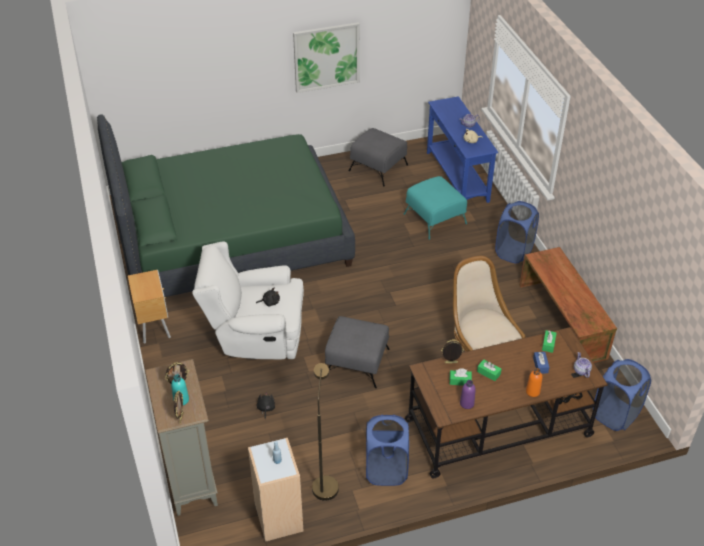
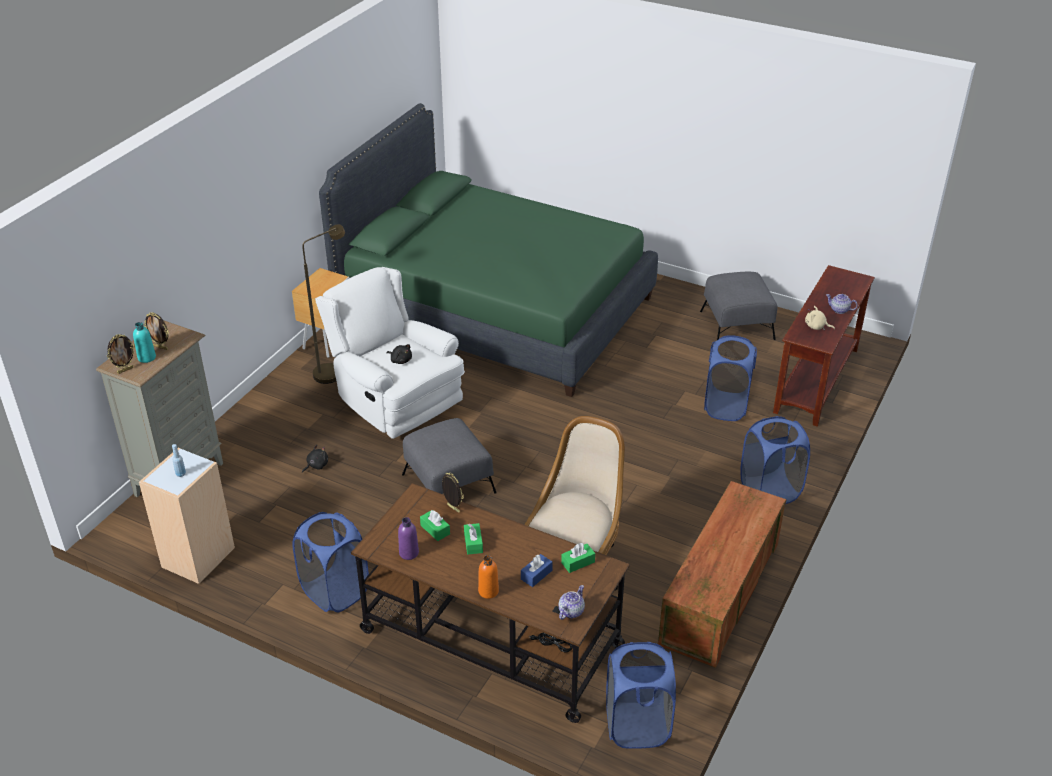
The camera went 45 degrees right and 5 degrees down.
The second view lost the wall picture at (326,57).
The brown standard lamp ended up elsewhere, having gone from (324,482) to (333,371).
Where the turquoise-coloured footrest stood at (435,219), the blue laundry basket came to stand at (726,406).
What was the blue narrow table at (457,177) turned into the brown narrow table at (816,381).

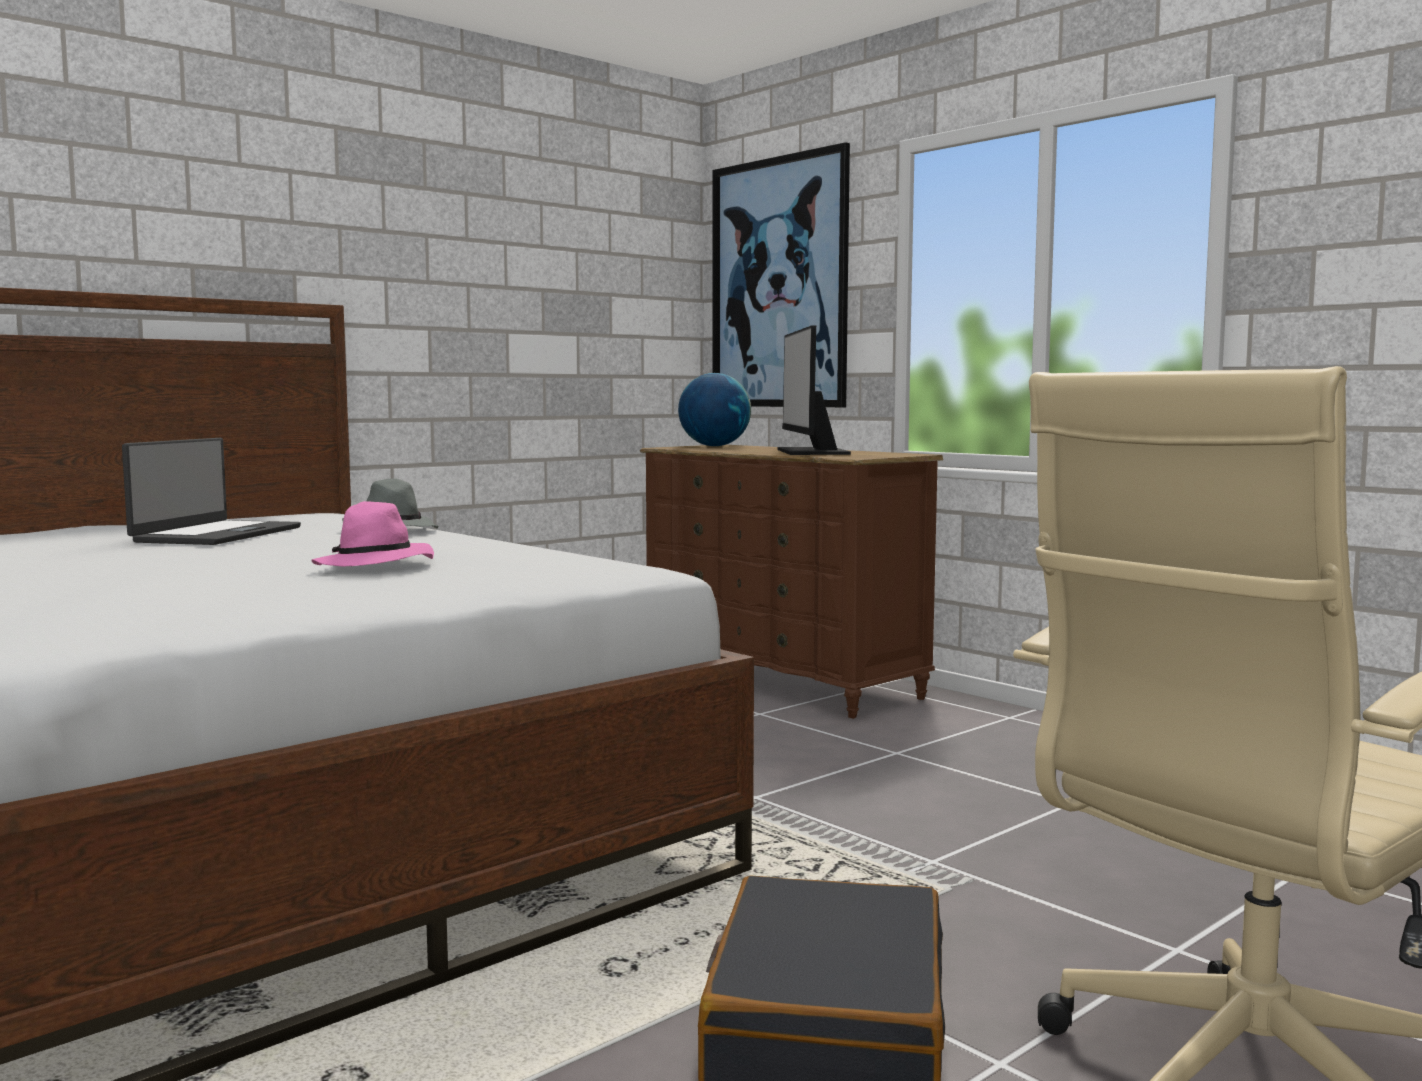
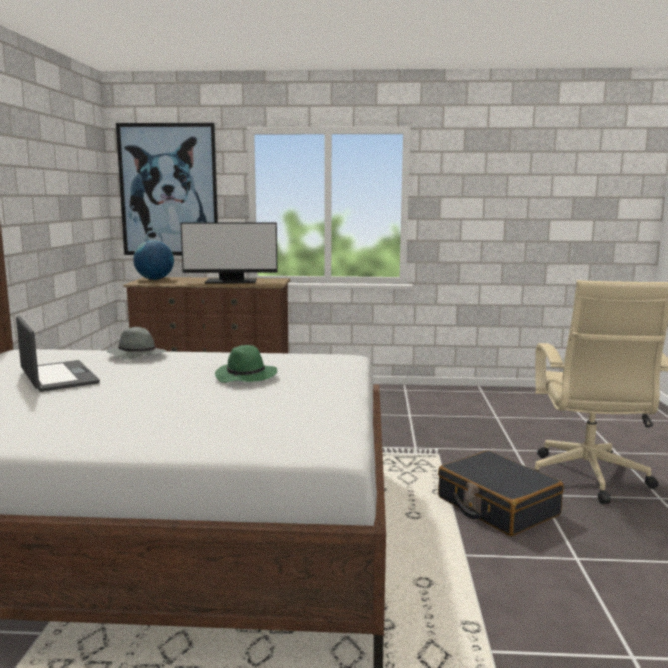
The camera went 45 degrees left and 5 degrees up.
What was the pink wearable hat at (375,565) turned into the green wearable hat at (246,377).
The monitor at (810,452) ended up facing another way, 45 degrees counterclockwise from before.

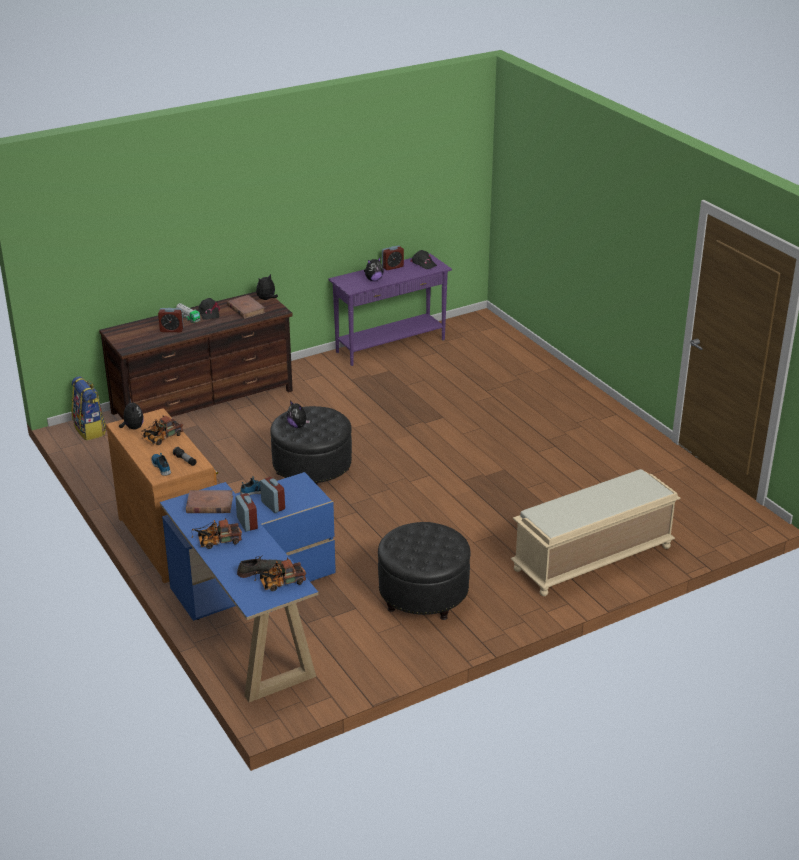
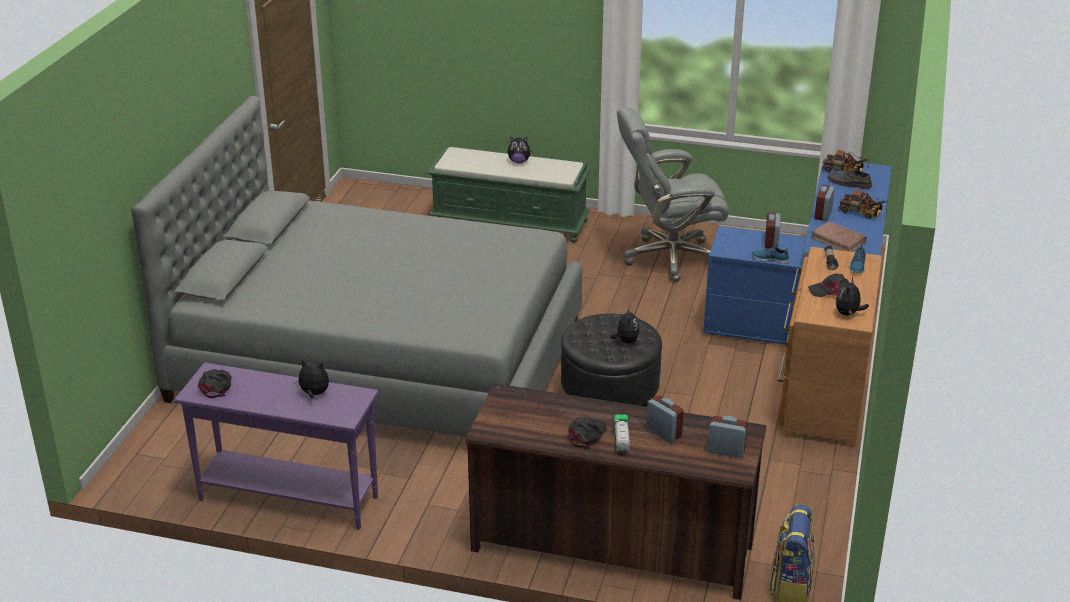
The camera went 135 degrees left and 0 degrees up.
Where the toy truck stood at (161,438), the blackish baseball cap came to stand at (830,291).
The second view lost the brown book at (246,309).
The soft toy ended up elsewhere, having gone from (266,299) to (519,161).
Where the blackish footrest stood at (423,596), the grey office chair came to stand at (668,258).
The table clock ended up elsewhere, having gone from (392,267) to (726,451).
What was the sand-coloured bench at (592,559) turned into the green bench at (511,221).
The second view gained the grey bedroom bed at (378,358).

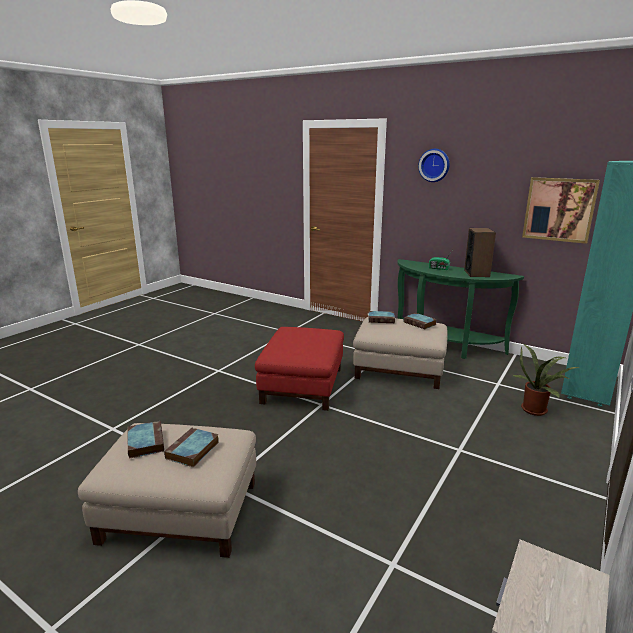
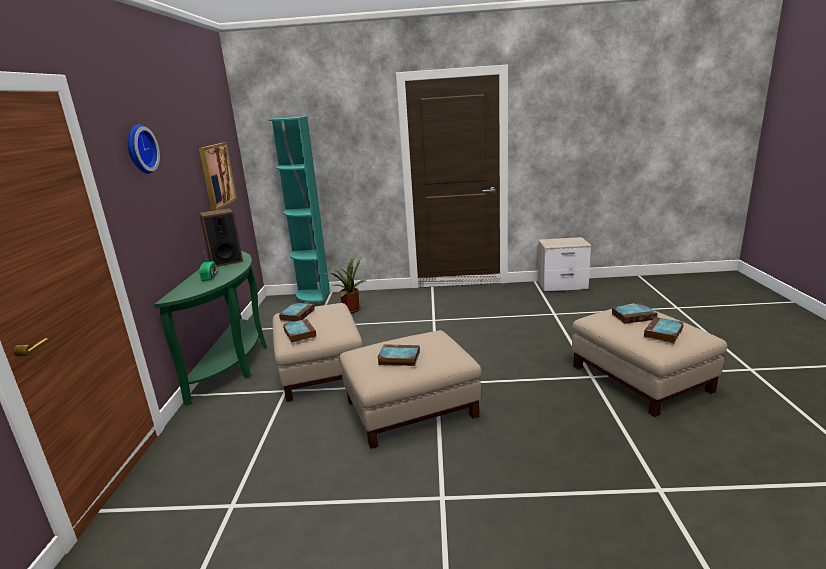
The camera went 120 degrees left and 0 degrees up.
What was the reddish footrest at (303,385) turned into the sand-coloured footrest at (411,408).
The second view gained the book at (398,358).

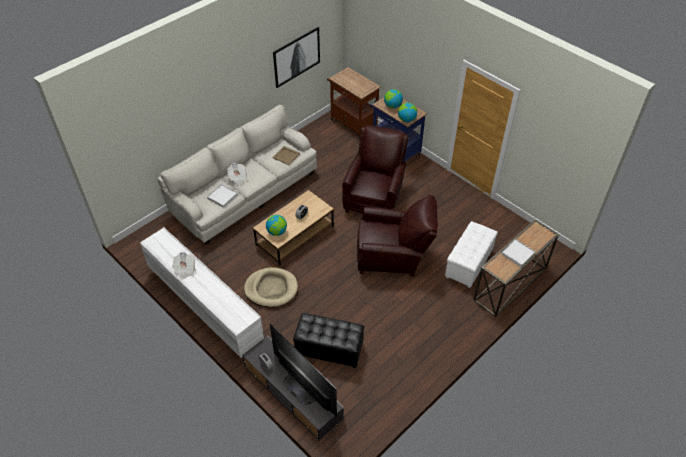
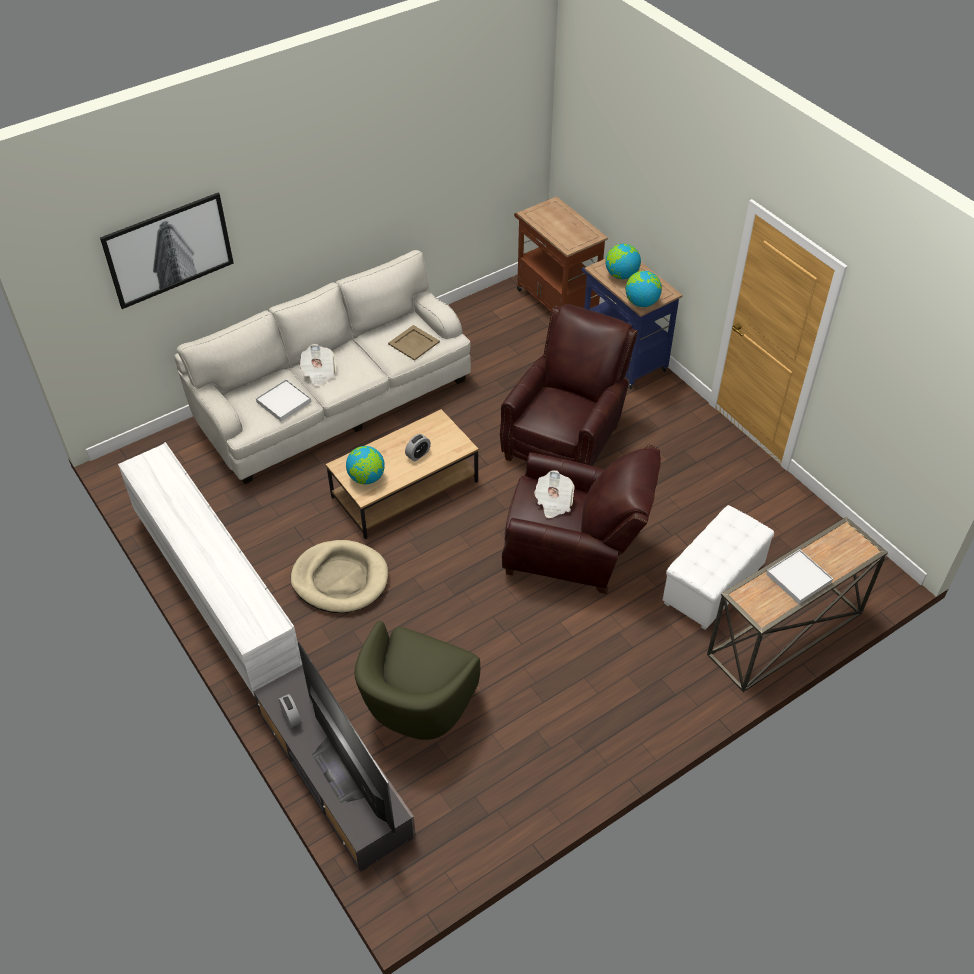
The camera went 10 degrees right and 0 degrees up.
The newspaper ended up elsewhere, having gone from (185,270) to (553,502).
The wall picture ended up elsewhere, having gone from (296,56) to (168,249).
Where the blackish footrest stood at (329,350), the green armchair came to stand at (418,707).

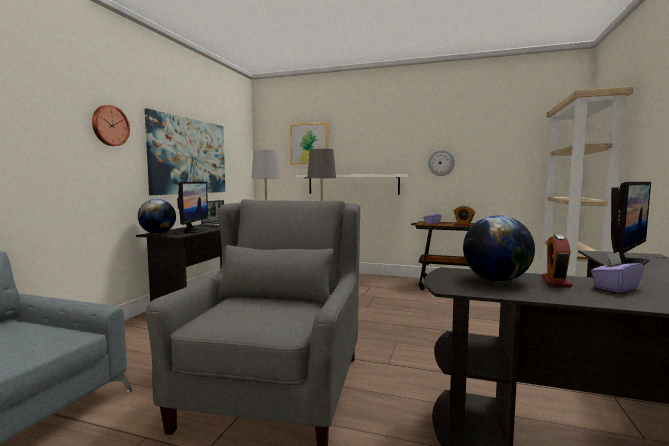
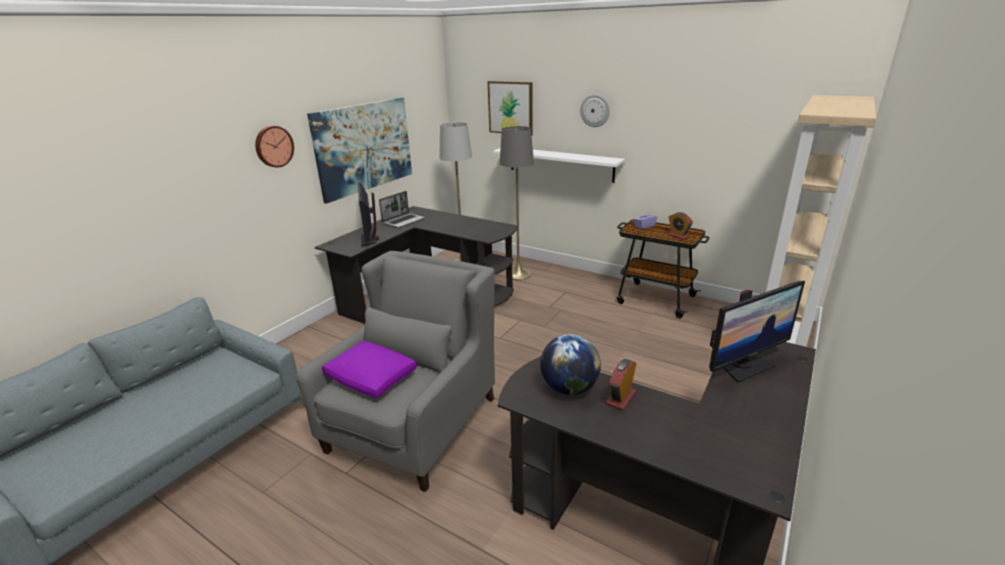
The camera went 15 degrees right and 20 degrees up.
The second view lost the world globe at (158,233).
The monitor at (194,231) ended up facing another way, 150 degrees clockwise from before.
The clock on the wall ended up elsewhere, having gone from (441,163) to (595,110).
The second view lost the purple-coloured tissue holder at (615,288).
The second view gained the purple-coloured cushion at (372,378).

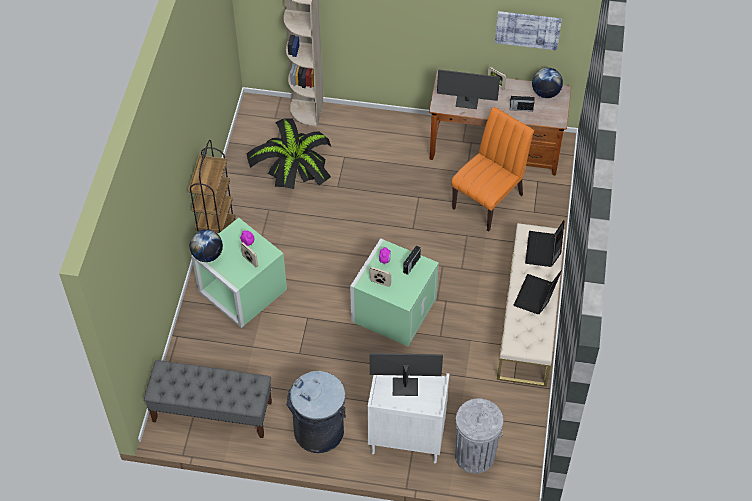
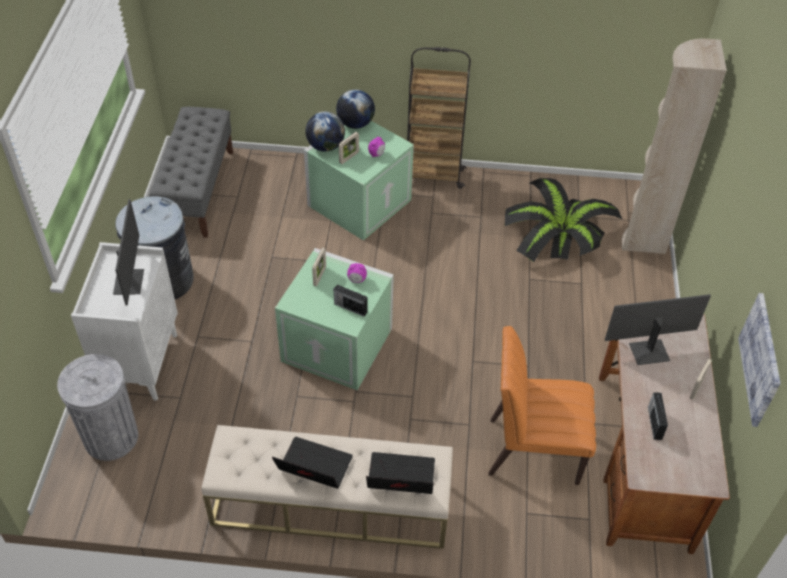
The camera went 85 degrees right and 5 degrees down.
The monitor at (467,102) ended up facing another way, 75 degrees clockwise from before.
The orangey upright chair at (487,202) ended up facing another way, 150 degrees clockwise from before.
The world globe ended up elsewhere, having gone from (545,93) to (325,146).

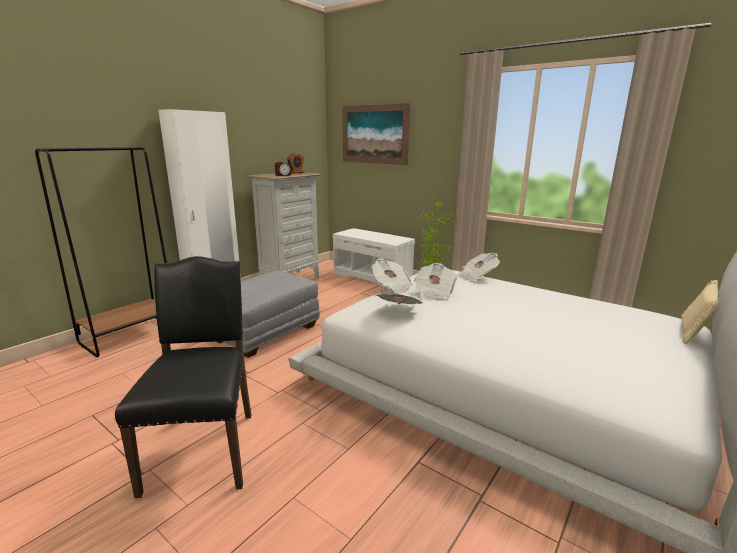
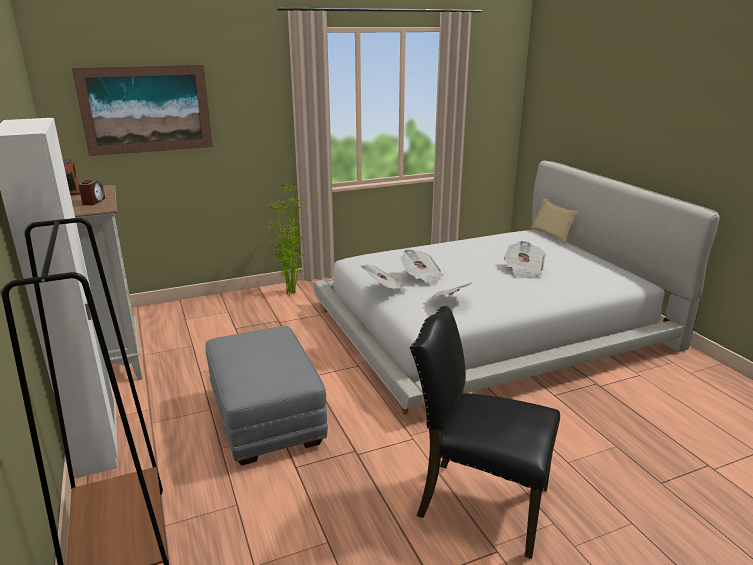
The camera went 60 degrees left and 5 degrees up.
The second view lost the whitish bench at (373,276).
The newspaper ended up elsewhere, having gone from (476,276) to (523,270).

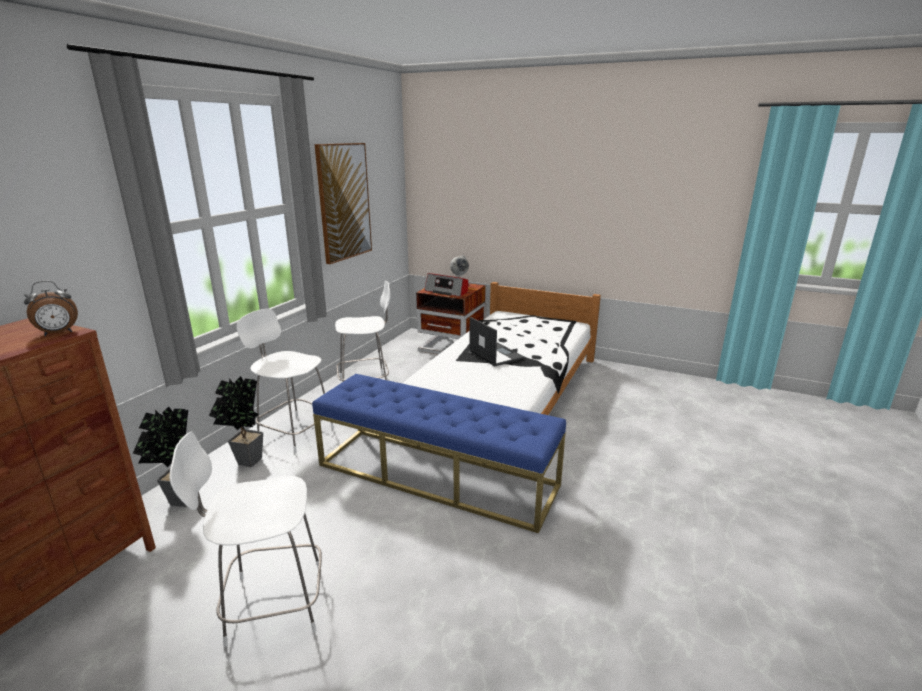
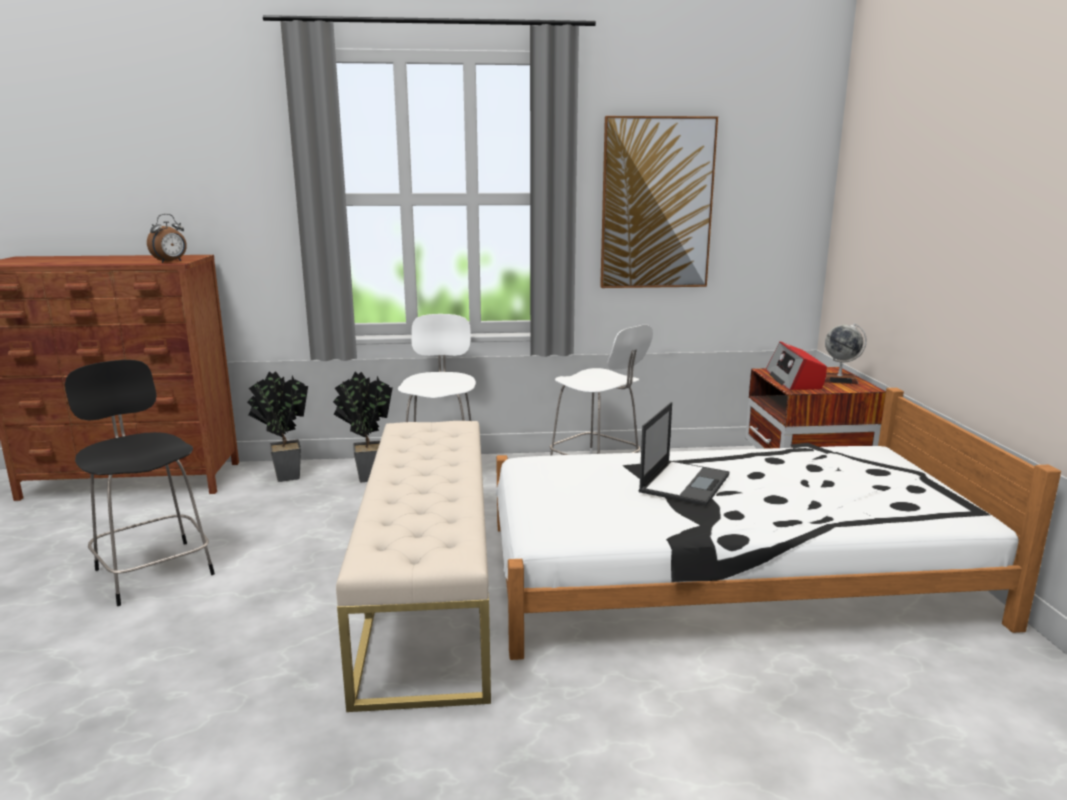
The camera went 60 degrees right and 5 degrees down.
The table clock at (58,333) ended up facing another way, 75 degrees counterclockwise from before.
What was the whitish upright chair at (271,603) turned into the blackish upright chair at (153,570).
What was the blue bench at (437,475) turned into the sand-coloured bench at (429,586).

